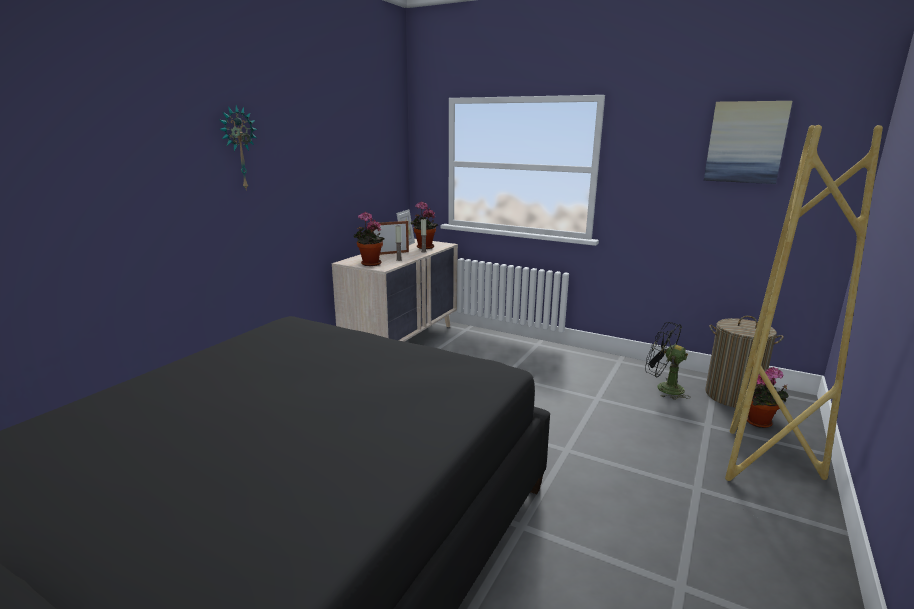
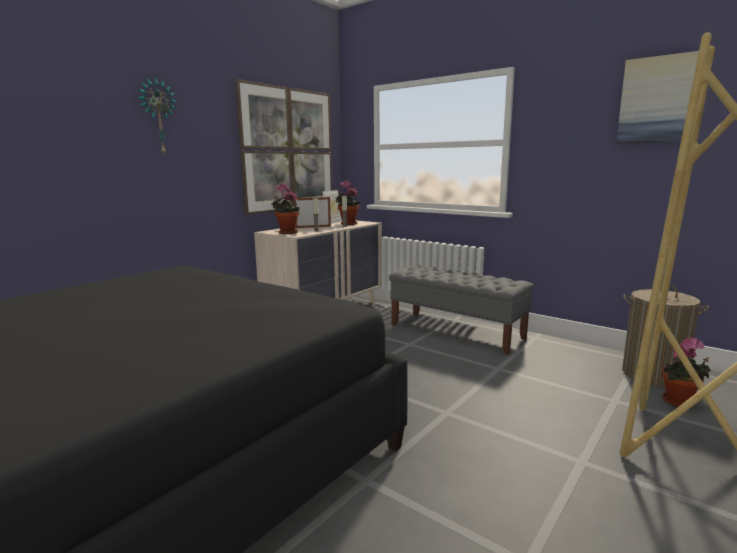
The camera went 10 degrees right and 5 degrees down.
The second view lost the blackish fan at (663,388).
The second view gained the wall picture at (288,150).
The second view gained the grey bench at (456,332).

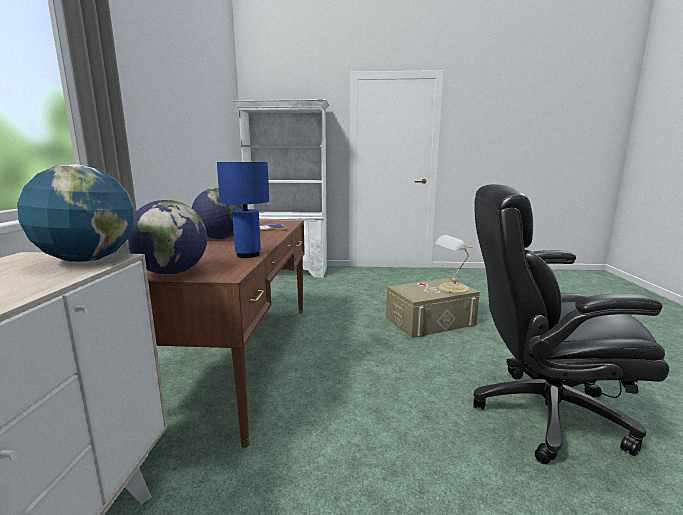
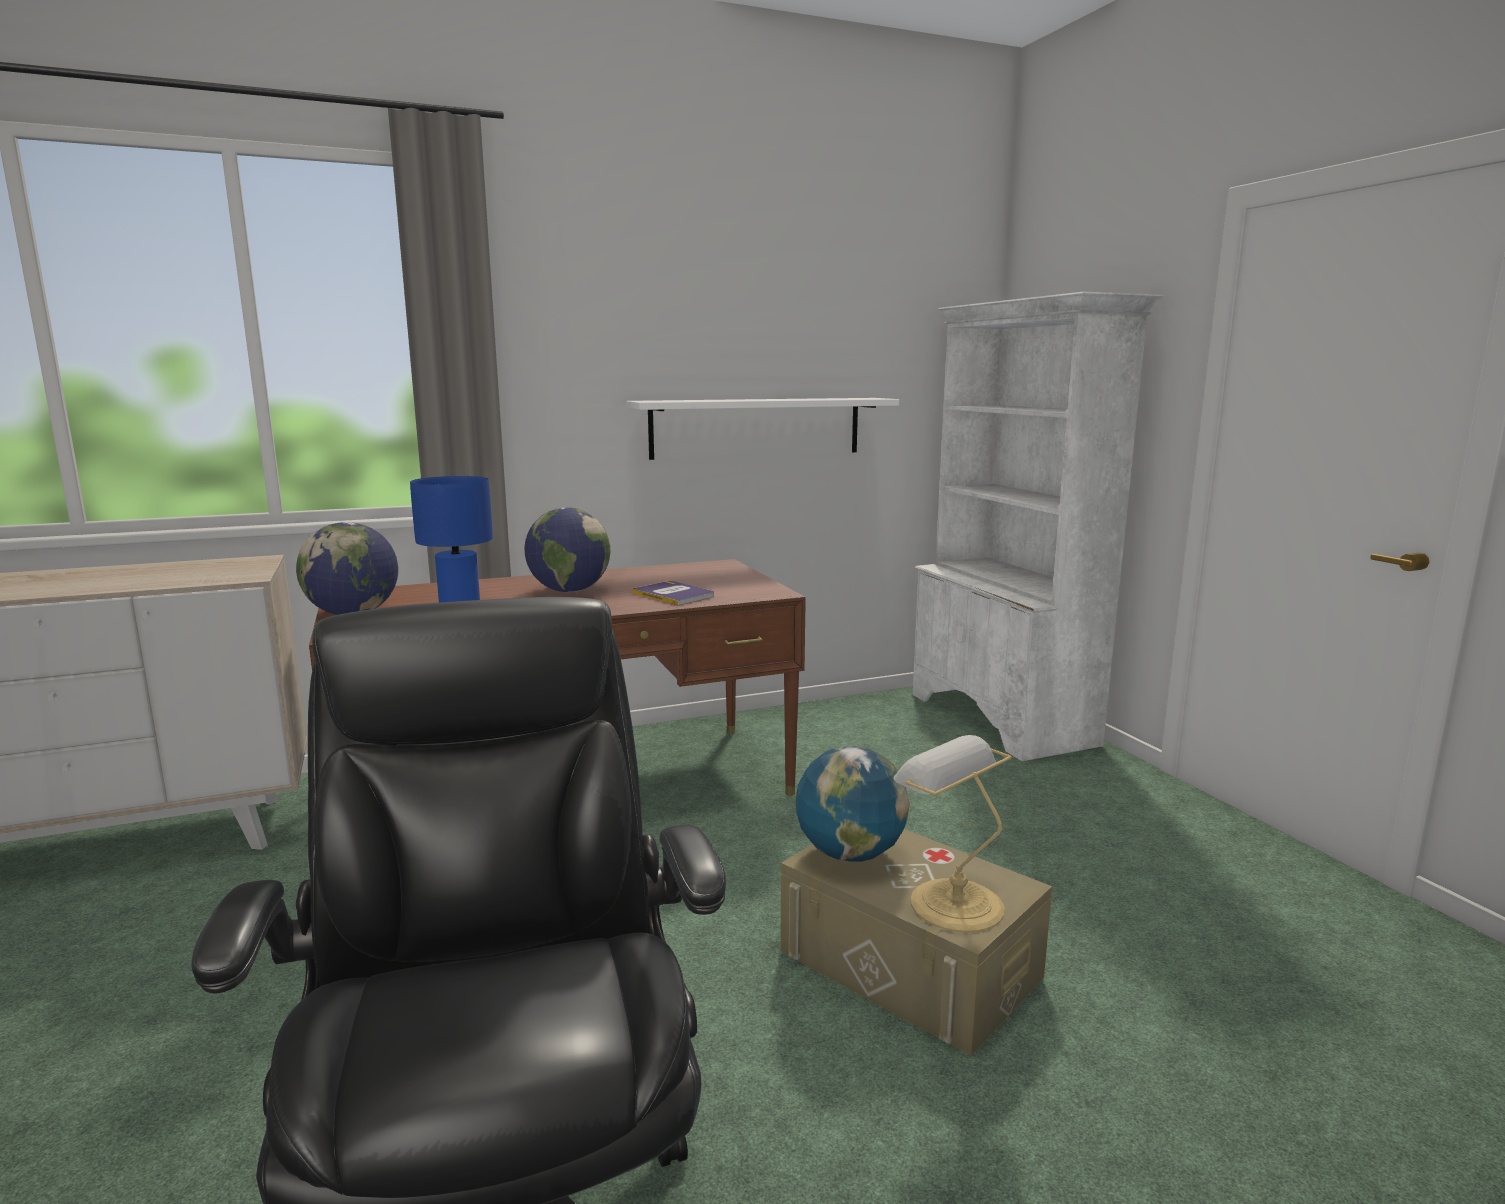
The camera went 65 degrees right and 0 degrees up.
The world globe ended up elsewhere, having gone from (87,260) to (850,853).
The second view gained the whitish wall shelf at (756,427).

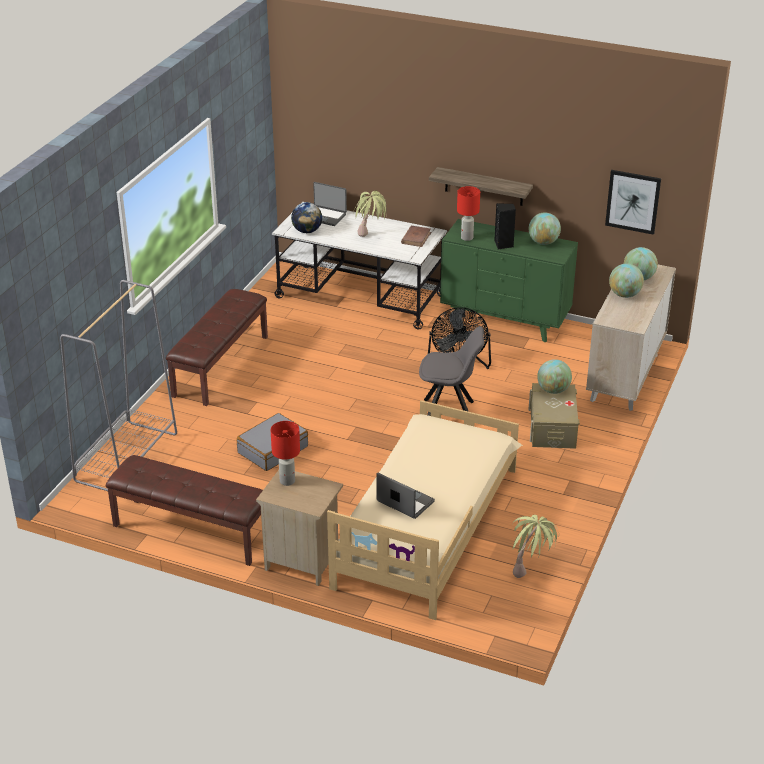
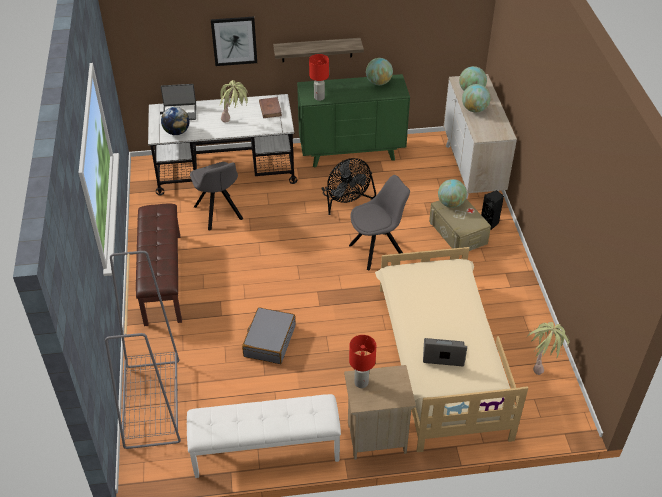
The camera went 30 degrees left and 10 degrees up.
What was the brown bench at (190,532) turned into the whitish bench at (265,451).
The blackish audio speaker ended up elsewhere, having gone from (504,245) to (490,223).
The wall picture ended up elsewhere, having gone from (633,201) to (234,41).
The second view gained the grey upright chair at (219,213).

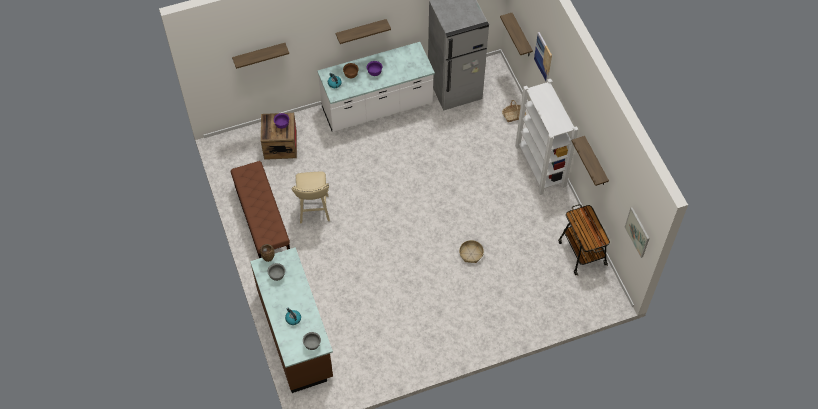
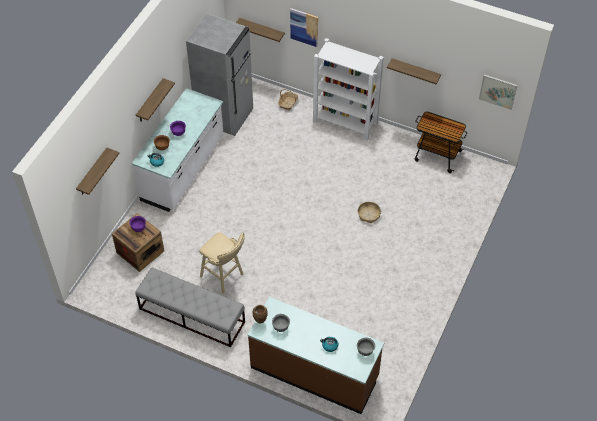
The camera went 45 degrees left and 5 degrees down.
What was the brown bench at (262,220) turned into the grey bench at (191,315).

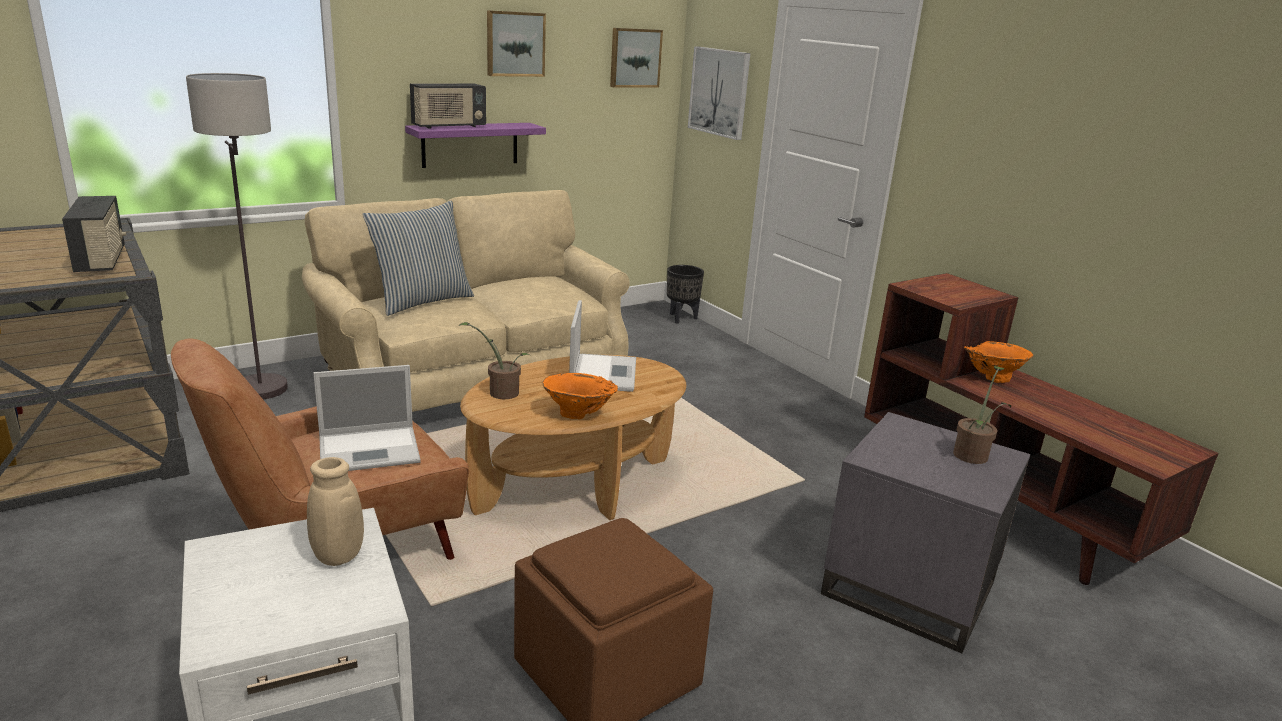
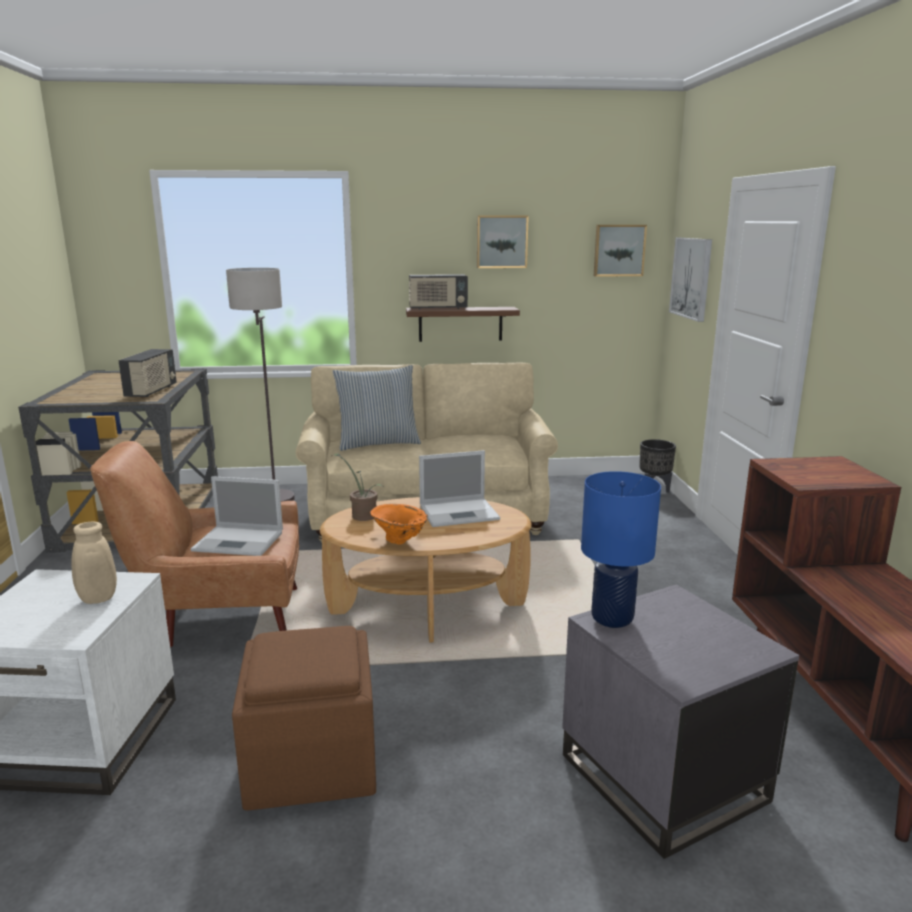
The camera went 30 degrees right and 5 degrees down.
What was the purple-coloured wall shelf at (470,144) turned into the brown wall shelf at (460,324).
The notebook computer at (603,372) ended up facing another way, 45 degrees clockwise from before.
The second view lost the potted plant at (973,454).
The second view lost the orangey decorative vase at (991,378).
The second view gained the blue tabletop lamp at (613,621).

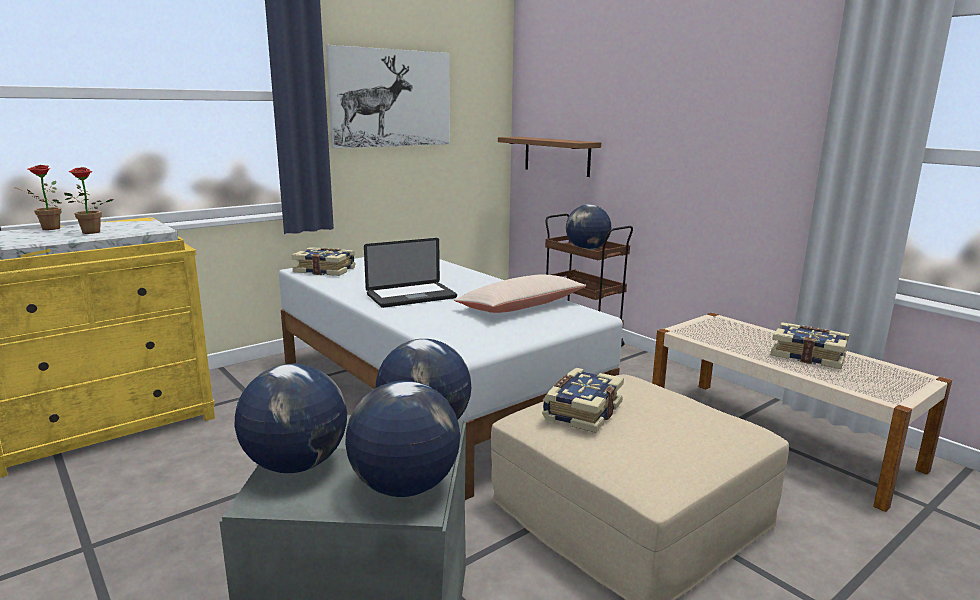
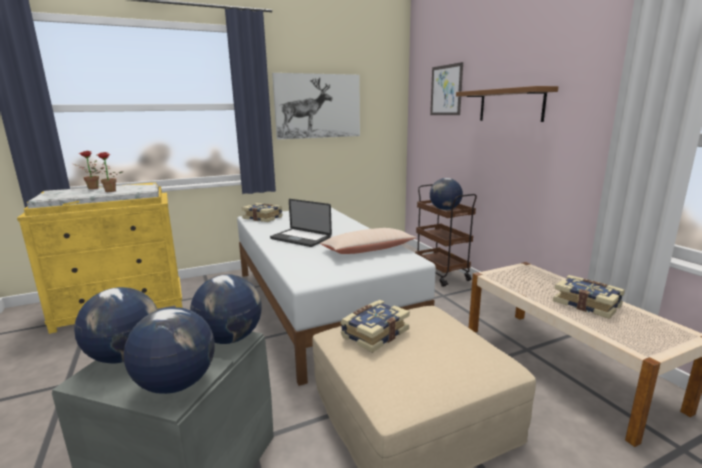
The camera went 15 degrees right and 0 degrees up.
The notebook computer at (411,296) ended up facing another way, 45 degrees clockwise from before.
The brown wall shelf ended up elsewhere, having gone from (556,156) to (511,105).
The second view gained the wall picture at (446,90).

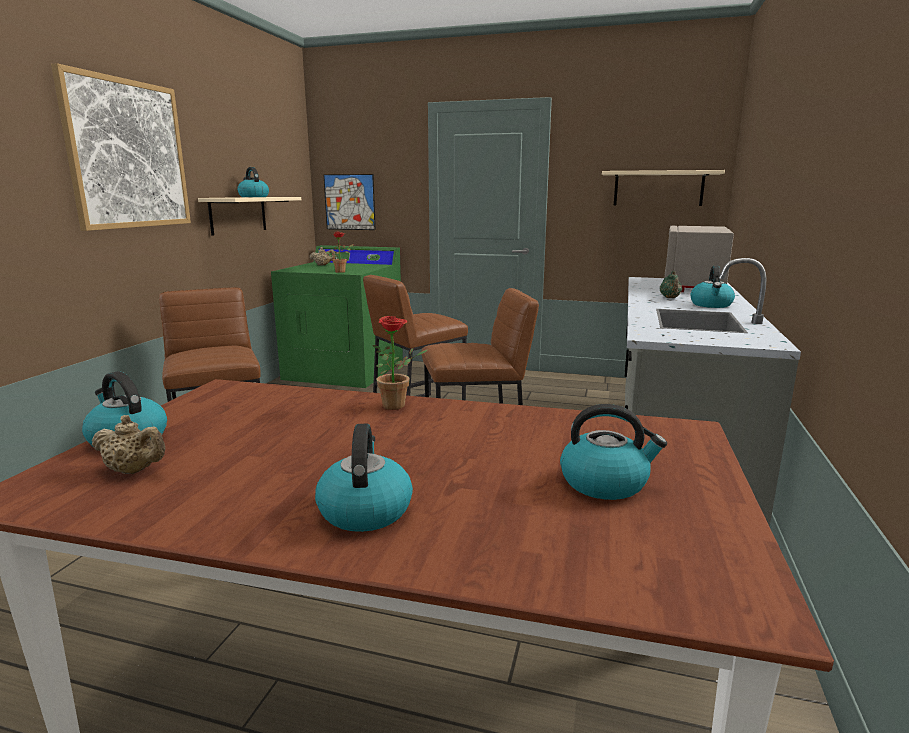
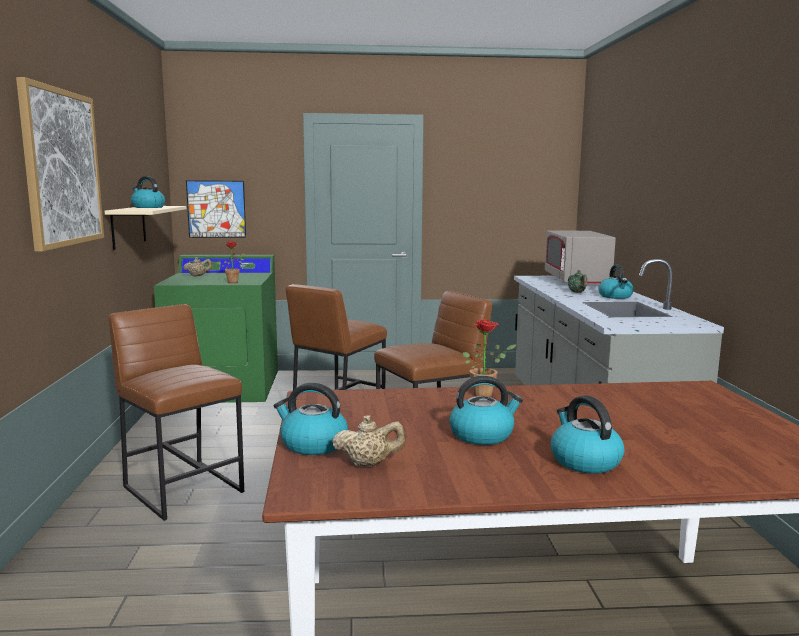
The camera went 20 degrees left and 5 degrees down.
The tea kettle ended up elsewhere, having gone from (605,483) to (482,435).
The second view lost the sand-coloured wall shelf at (658,188).

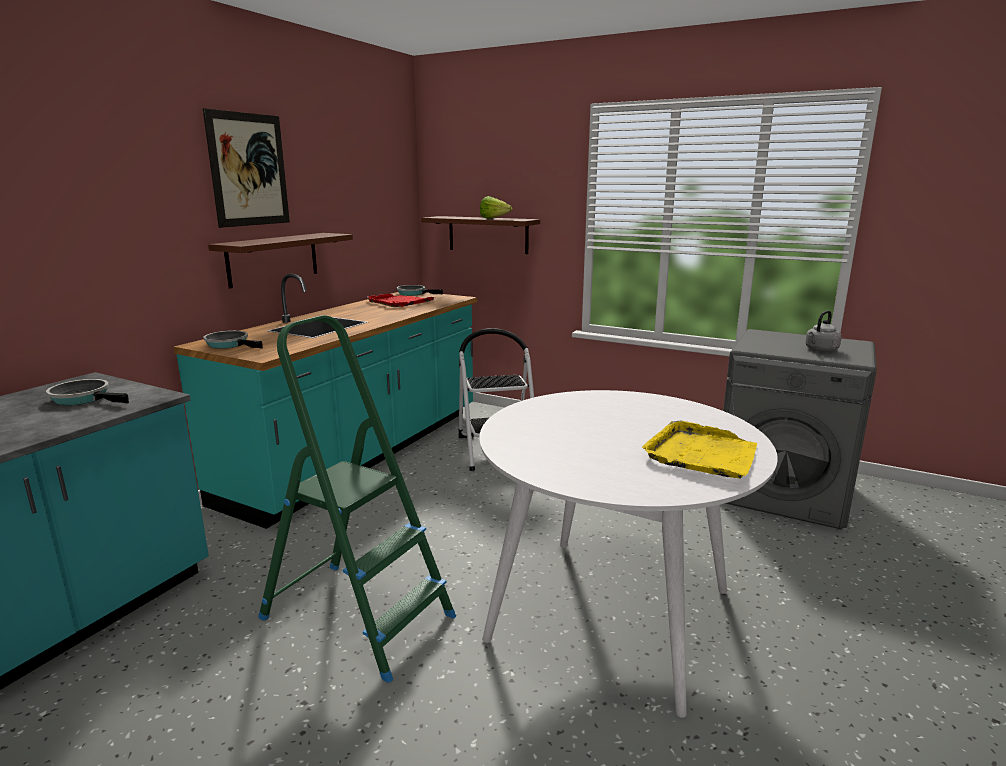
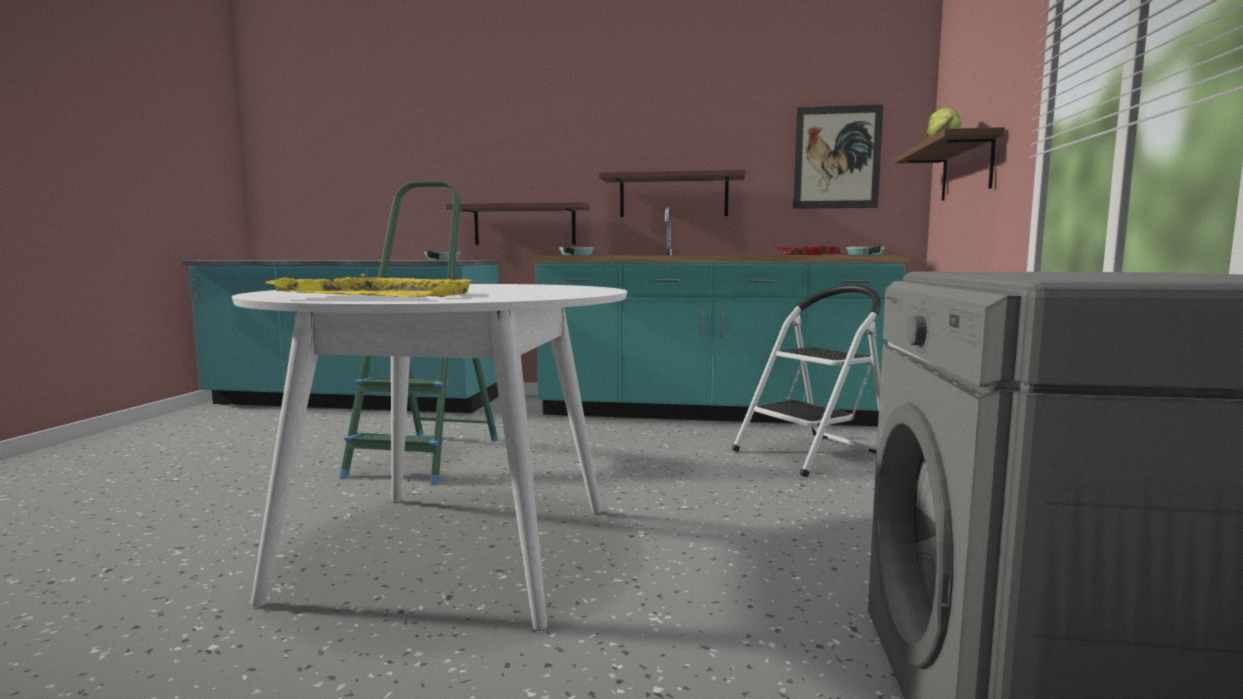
The camera went 70 degrees right and 10 degrees down.
The wall picture ended up elsewhere, having gone from (249,170) to (837,157).
The second view lost the grey tea kettle at (820,350).
The second view gained the brown wall shelf at (524,225).

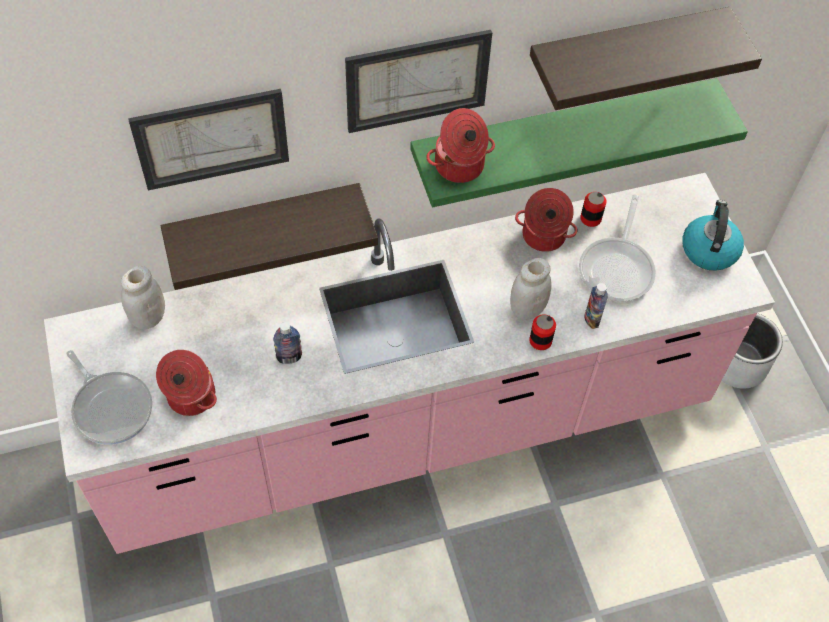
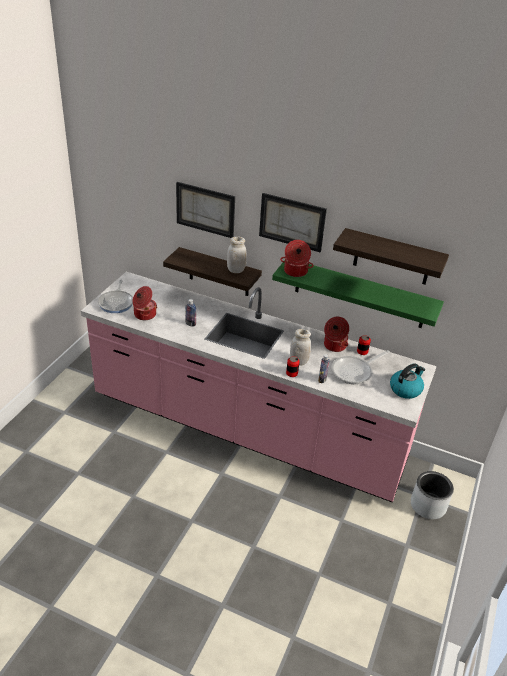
The camera went 40 degrees right and 20 degrees down.
The whitish preserve jar ended up elsewhere, having gone from (148,317) to (236,270).

